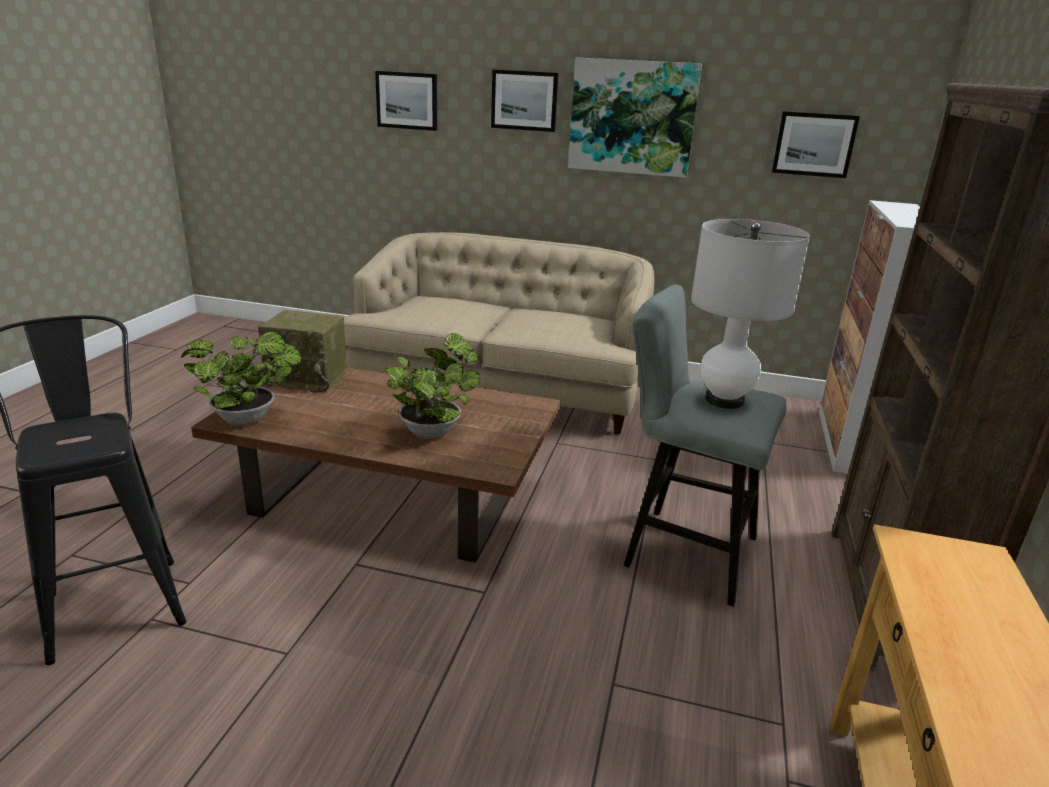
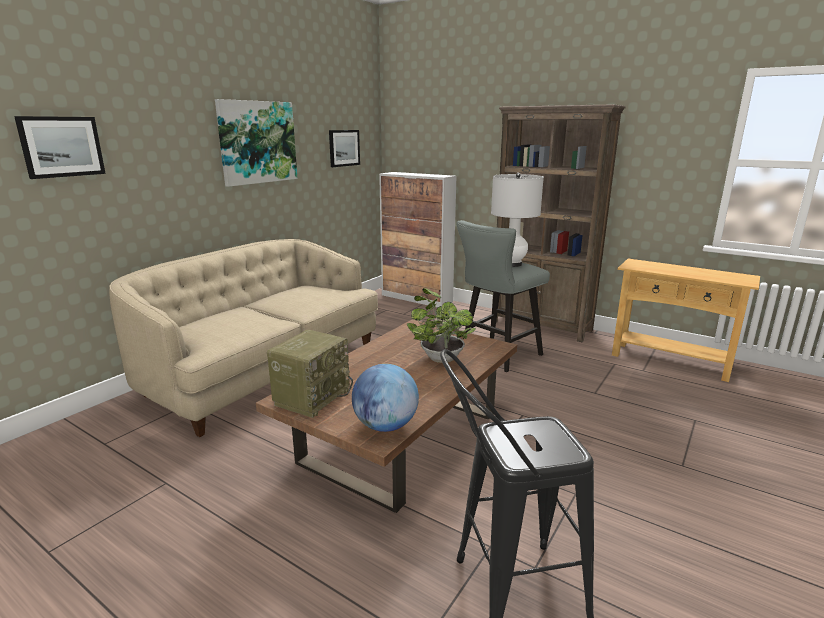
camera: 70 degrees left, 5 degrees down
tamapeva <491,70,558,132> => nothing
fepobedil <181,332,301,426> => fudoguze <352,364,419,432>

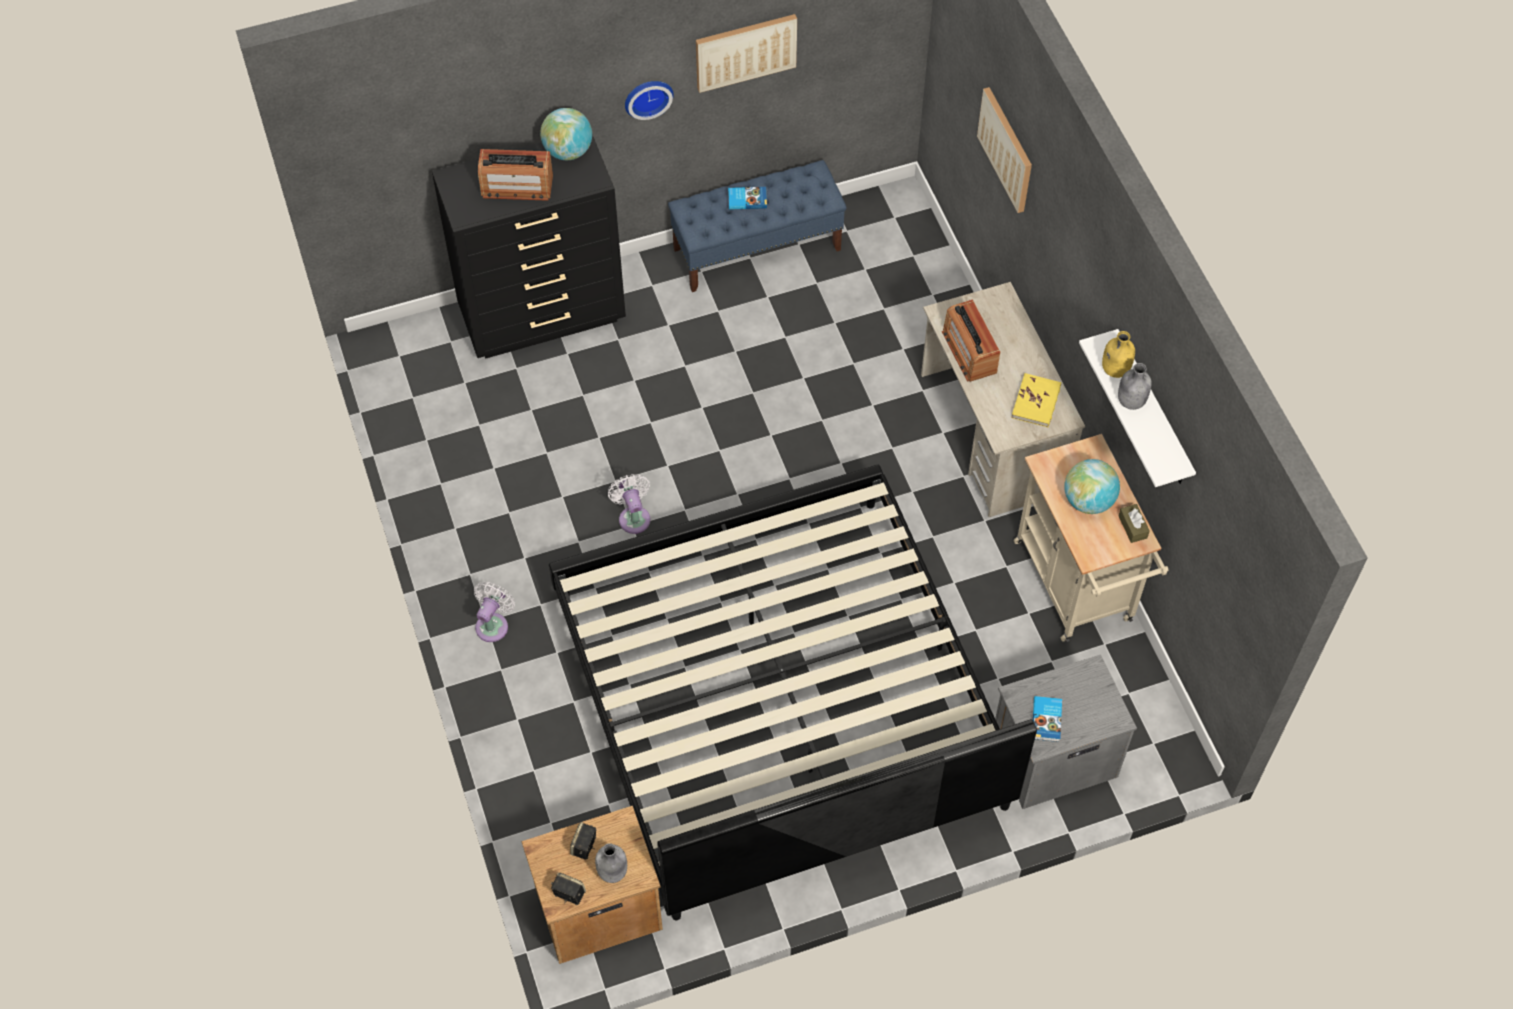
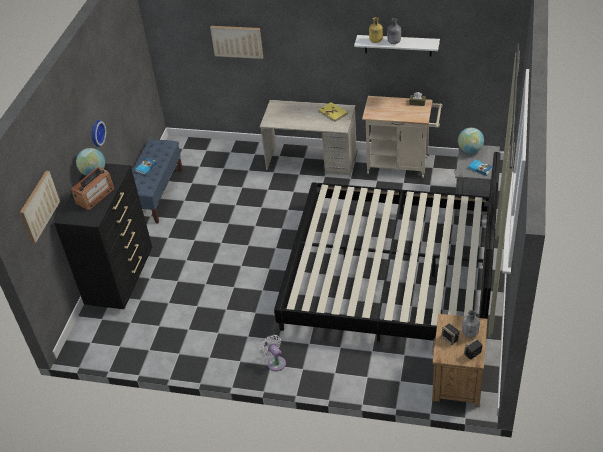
camera: 55 degrees left, 15 degrees down
tamapeva <696,14,797,93> => tamapeva <20,171,60,243>, move
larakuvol <942,300,1000,382> => nothing
fudoguze <1064,459,1120,514> => fudoguze <458,128,484,154>, move
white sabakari <608,474,651,534> => nothing

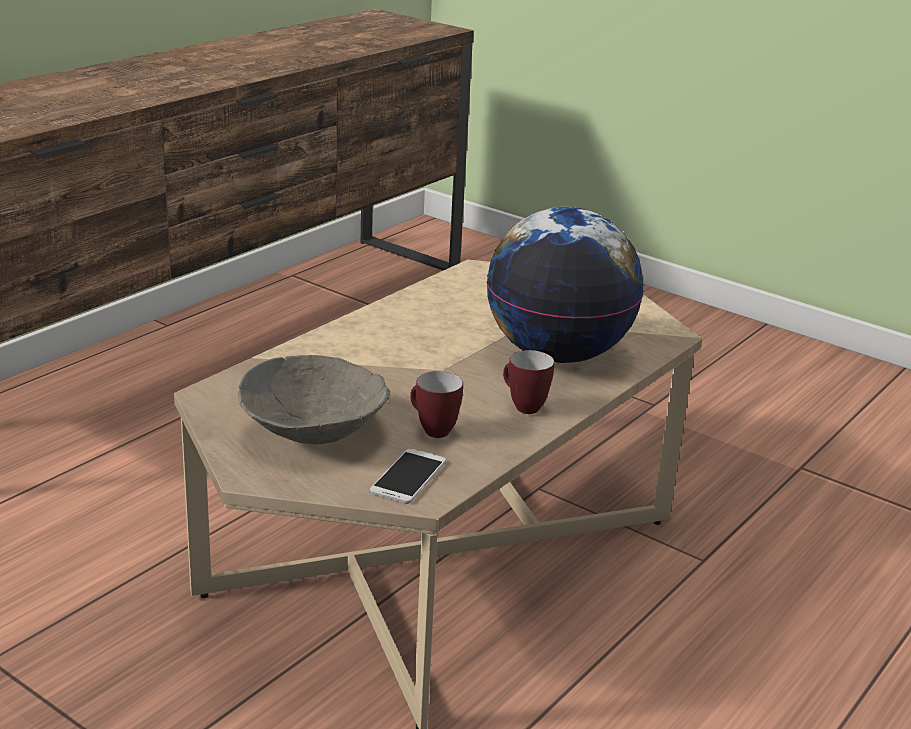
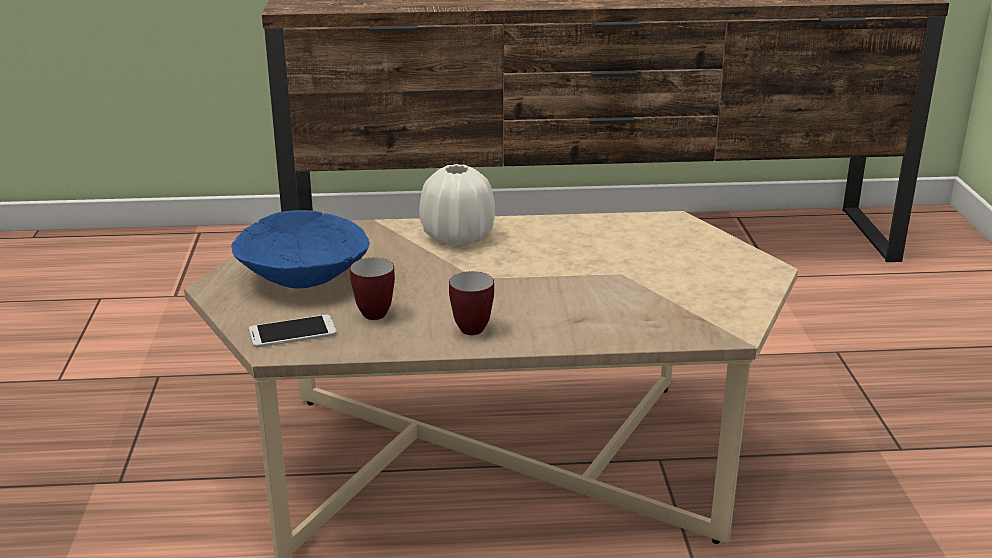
camera: 50 degrees right, 0 degrees up
fudoguze <486,207,644,363> => nothing
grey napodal <238,355,390,445> => blue napodal <231,210,369,289>
nothing => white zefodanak <419,164,495,246>

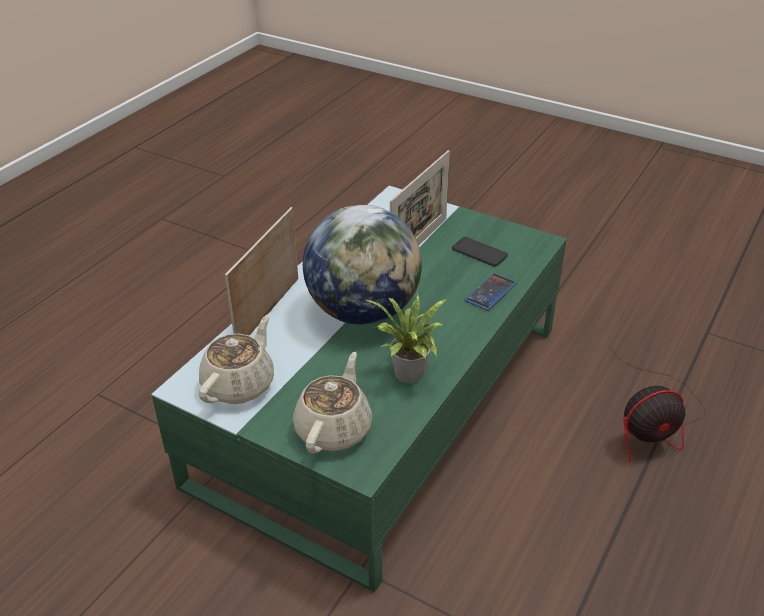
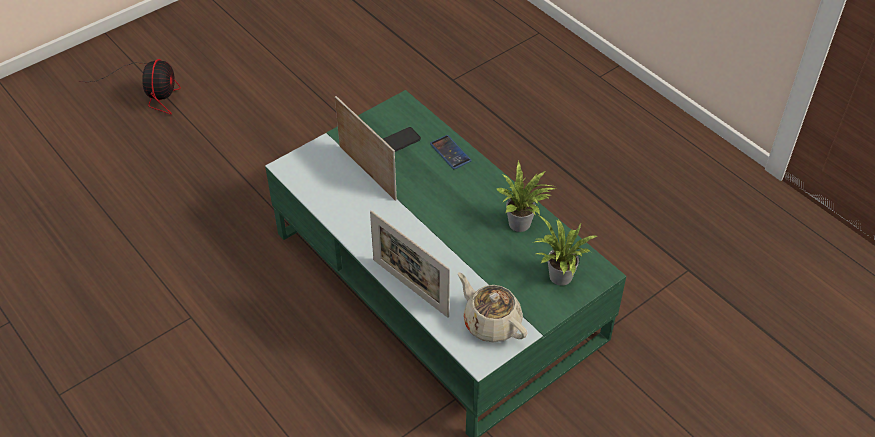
camera: 70 degrees left, 10 degrees up
fudoguze <303,205,422,325> => nothing
sabakari <610,348,706,462> => sabakari <78,59,181,114>, move
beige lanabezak <293,352,372,453> => fepobedil <535,215,597,286>

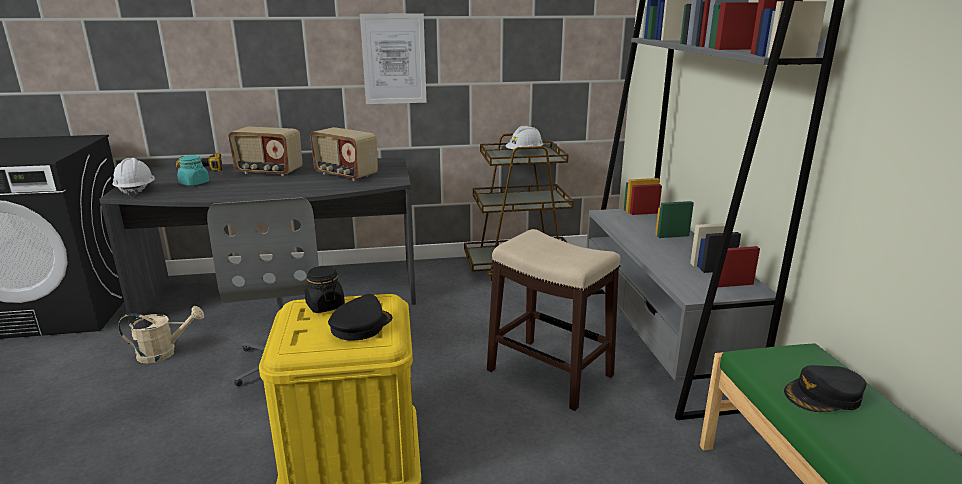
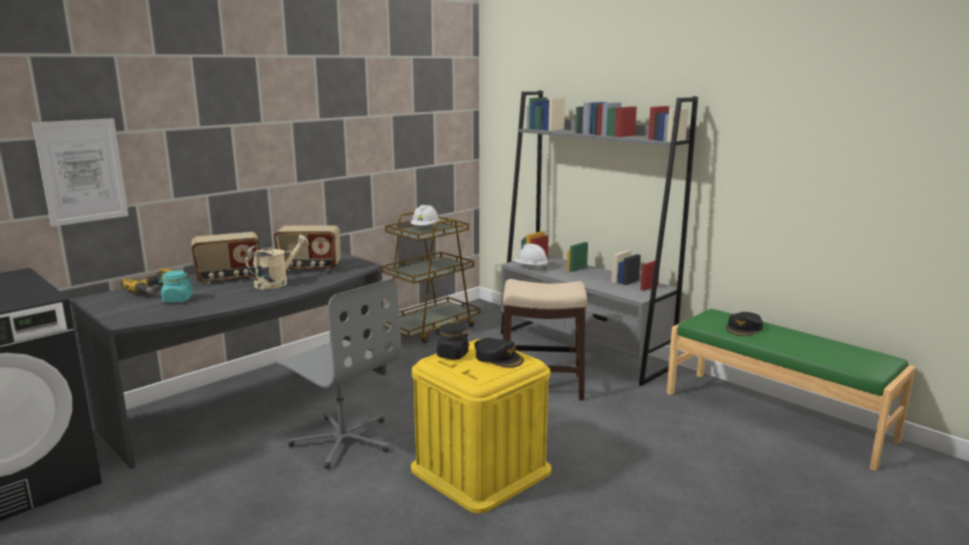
camera: 35 degrees left, 5 degrees down
tamapeva <360,13,427,104> => tamapeva <32,118,129,227>, move
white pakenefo <113,158,155,197> => white pakenefo <513,244,548,270>, move
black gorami <328,294,393,340> => black gorami <474,338,524,368>, 135 degrees clockwise
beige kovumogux <118,306,204,363> => beige kovumogux <245,235,309,289>, move

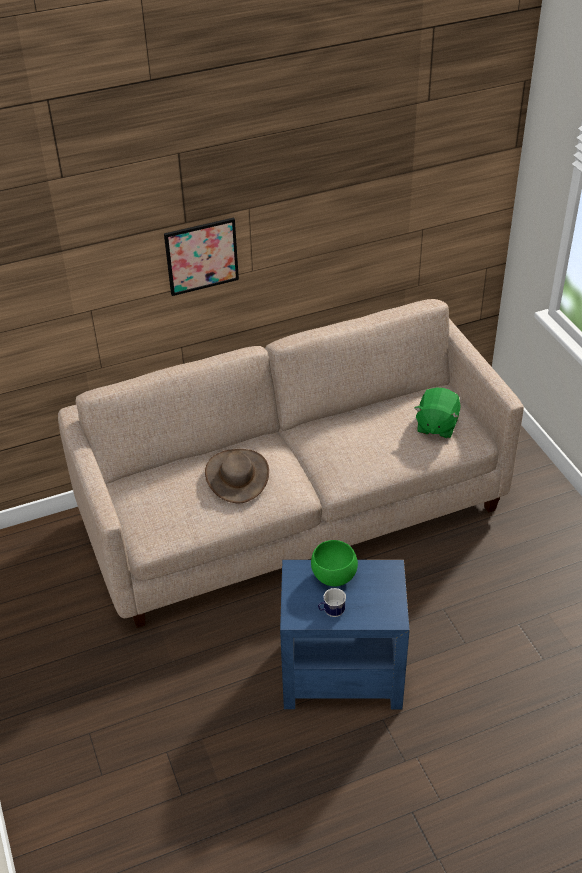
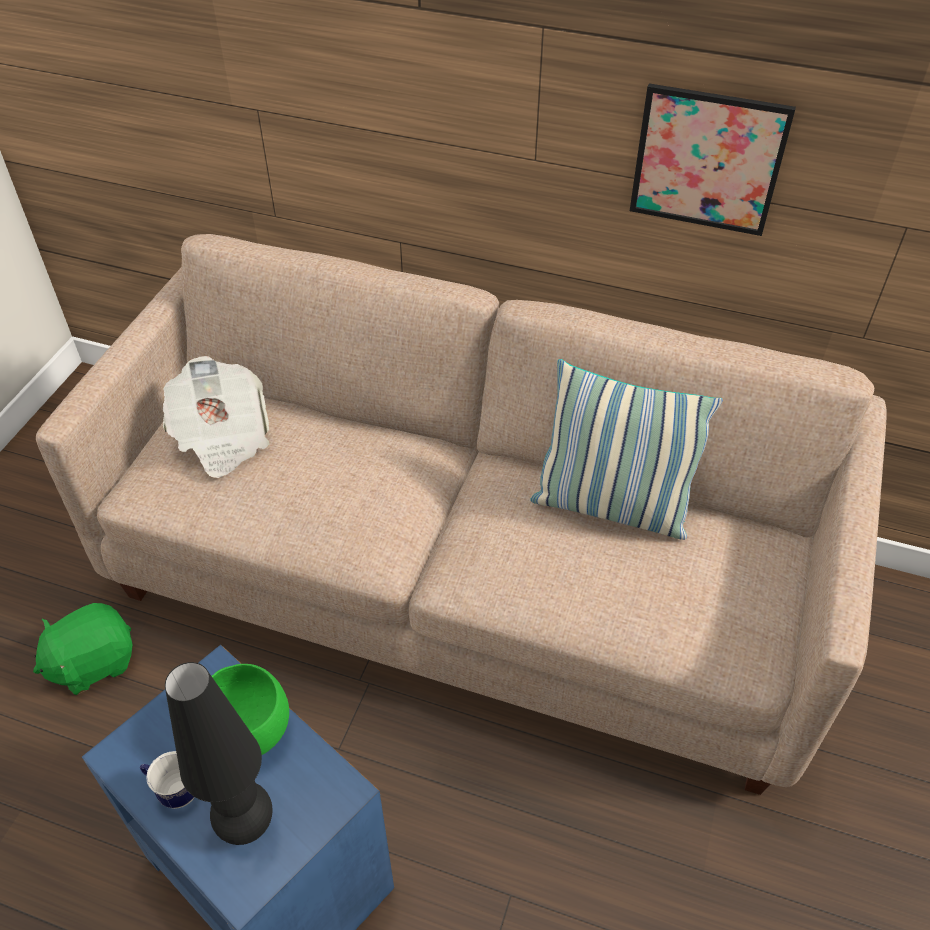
camera: 40 degrees right, 5 degrees up
tamapeva <164,218,239,296> => tamapeva <630,83,796,236>, move
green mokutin <414,388,461,438> => green mokutin <33,603,133,695>, move
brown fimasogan <205,449,269,503> => nothing
nothing => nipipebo <162,356,270,478>
nothing => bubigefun <530,359,723,540>
nothing => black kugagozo <165,662,273,845>

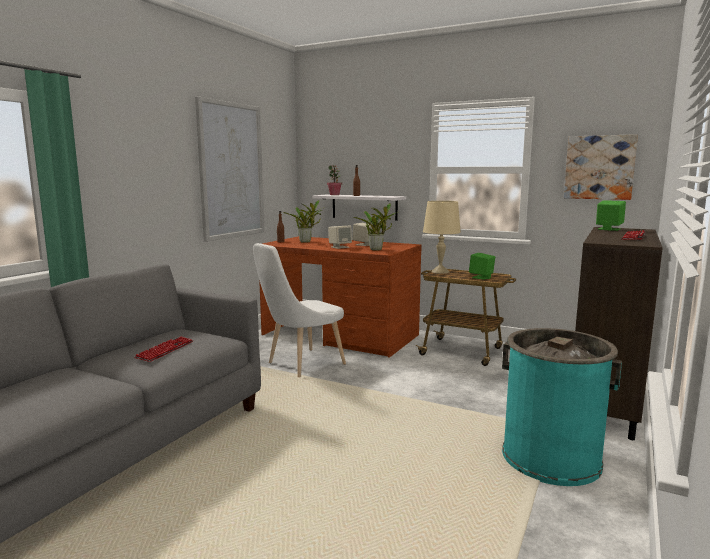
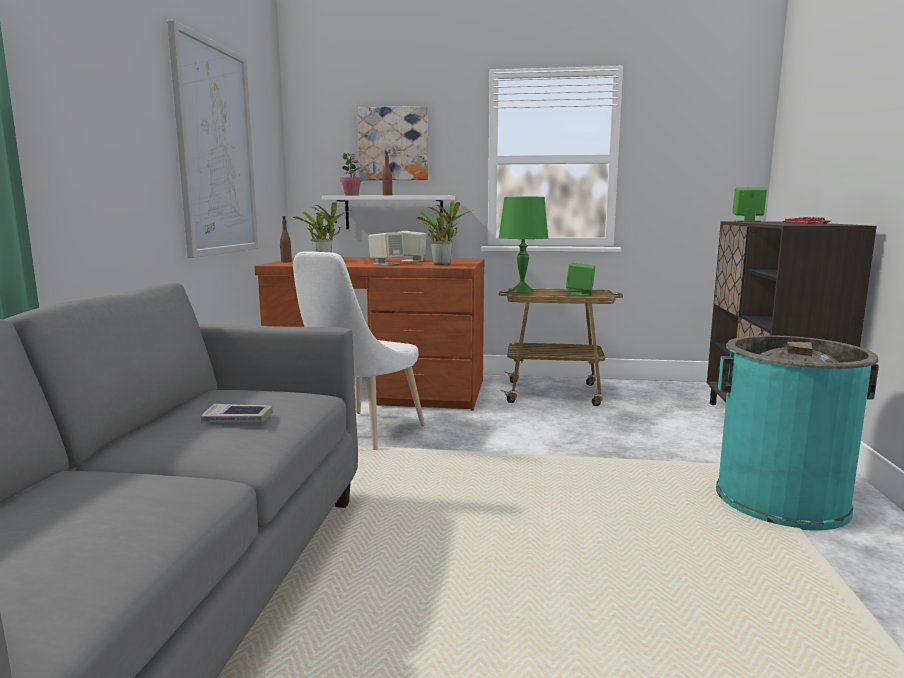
camera: 20 degrees left, 0 degrees up
tamapeva <564,134,638,200> => tamapeva <357,106,428,180>, move
beige kugagozo <423,201,461,274> => green kugagozo <499,197,548,293>
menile <135,337,193,362> => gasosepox <201,404,273,423>

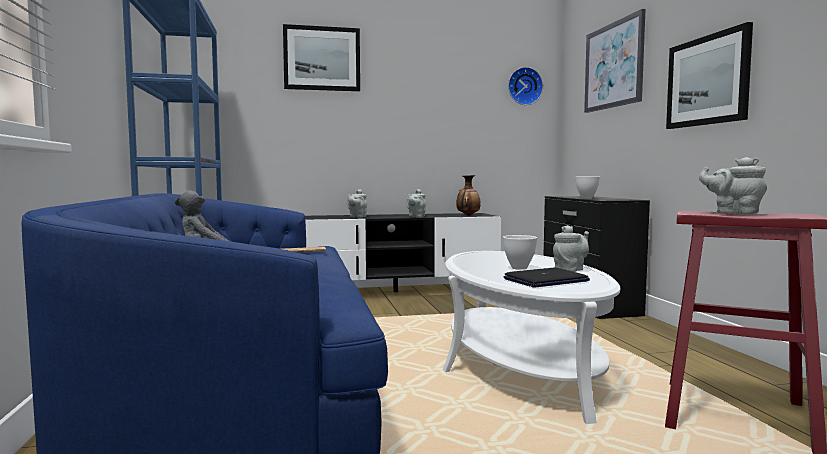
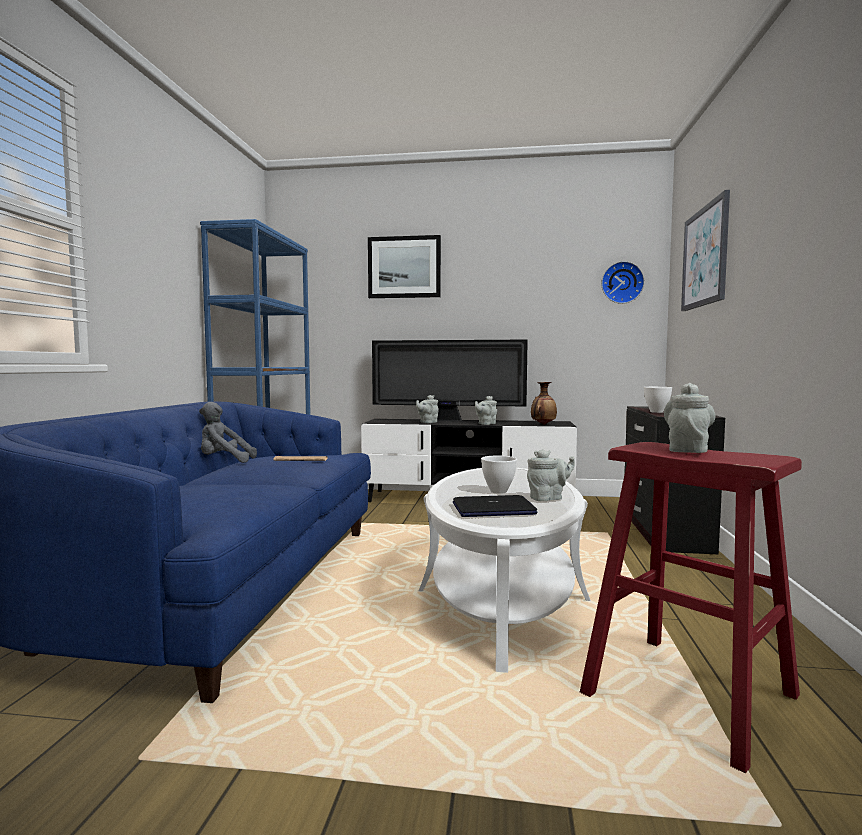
camera: 20 degrees right, 0 degrees up
tamapeva <666,22,753,129> => nothing
grey lanabezak <699,157,767,214> => grey lanabezak <664,383,715,453>, 60 degrees clockwise
nothing => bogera <372,340,528,421>

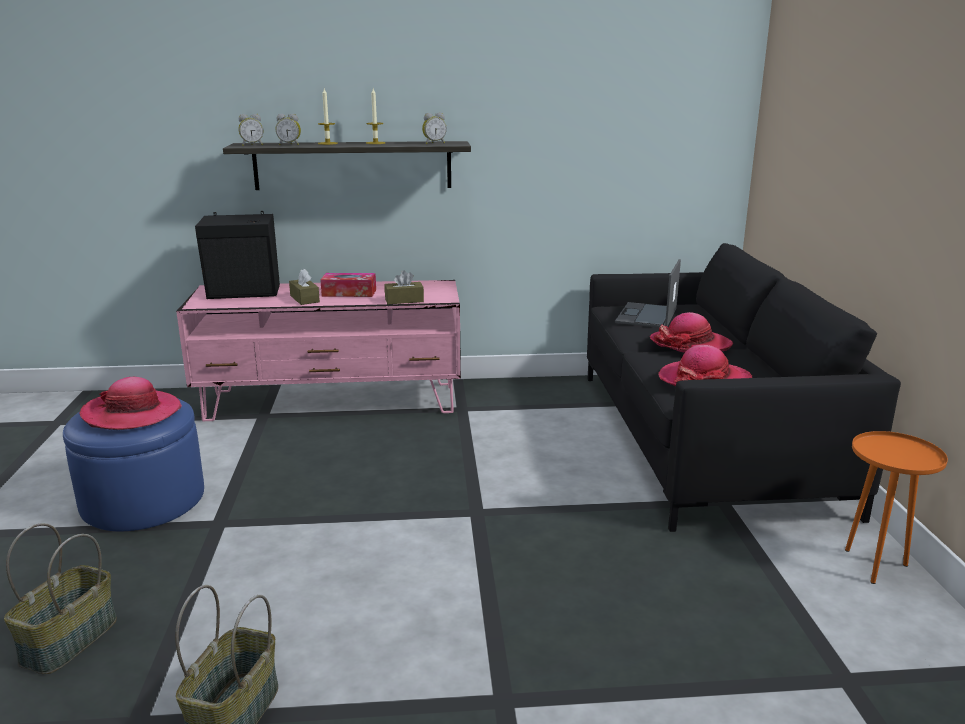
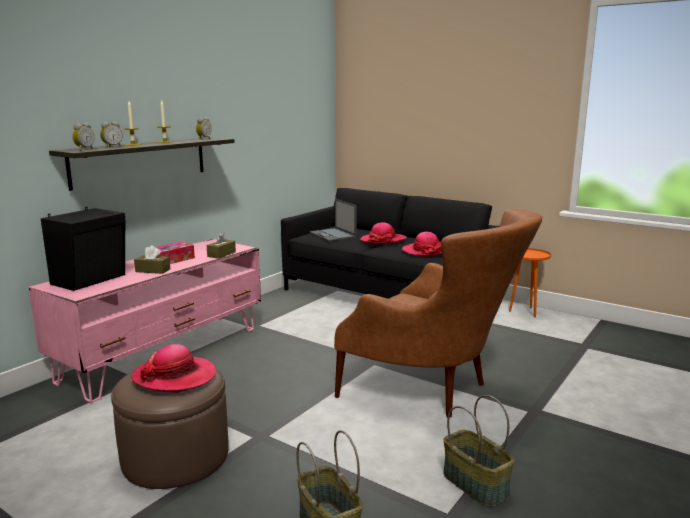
camera: 50 degrees left, 5 degrees down
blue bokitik <63,399,204,531> => brown bokitik <111,369,229,489>
nothing => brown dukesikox <334,209,542,417>

